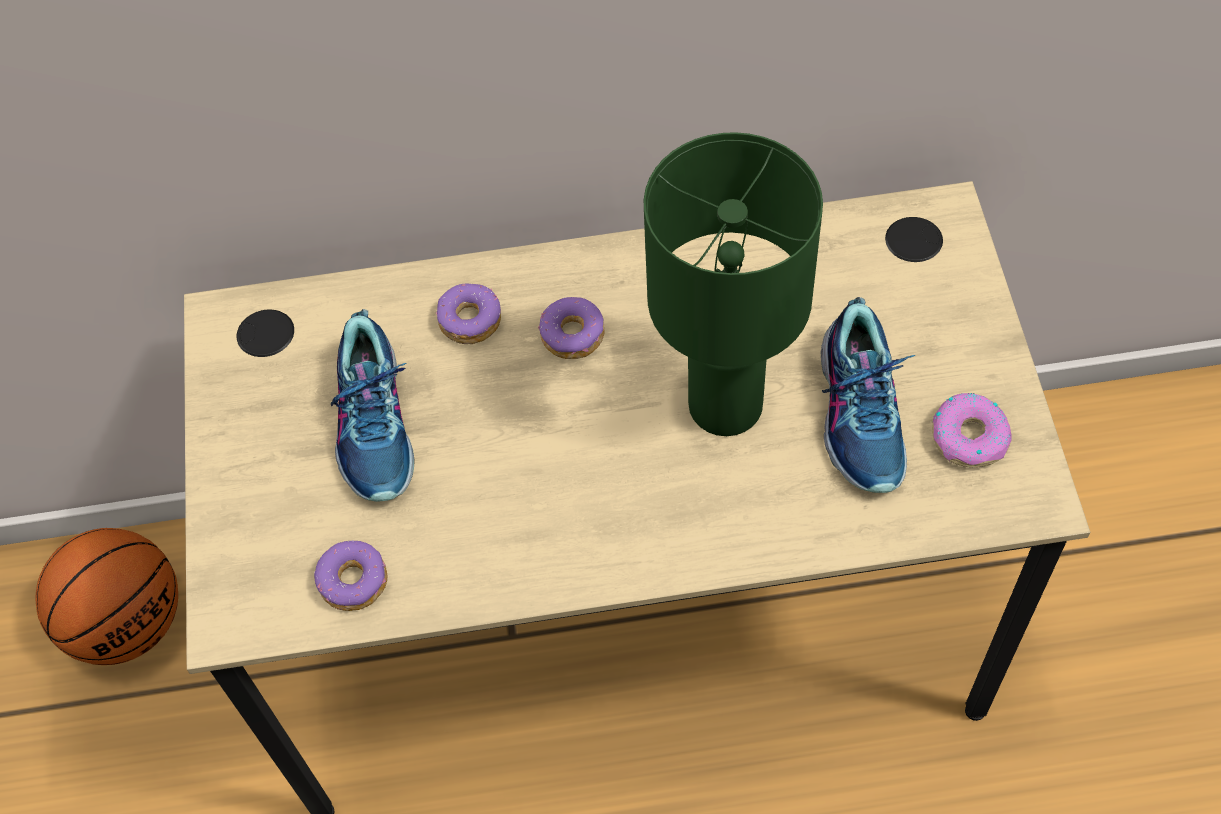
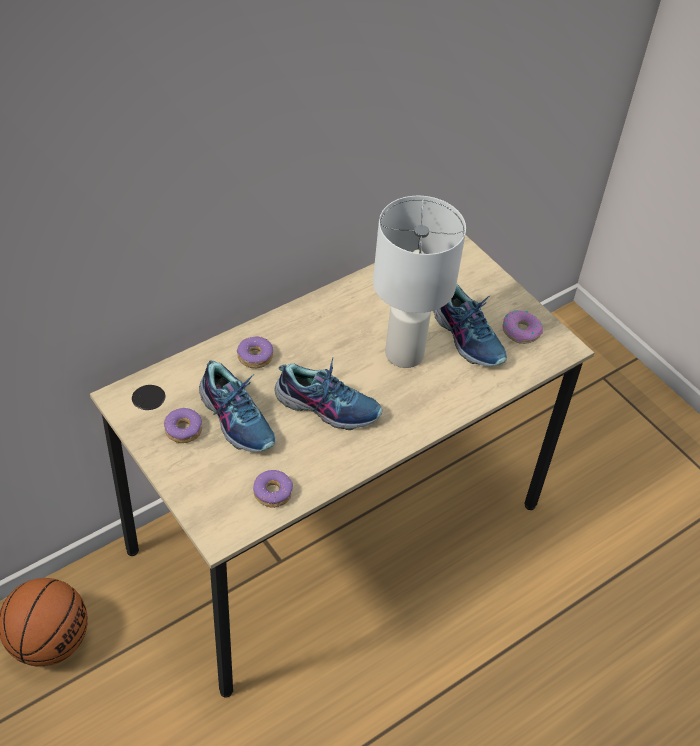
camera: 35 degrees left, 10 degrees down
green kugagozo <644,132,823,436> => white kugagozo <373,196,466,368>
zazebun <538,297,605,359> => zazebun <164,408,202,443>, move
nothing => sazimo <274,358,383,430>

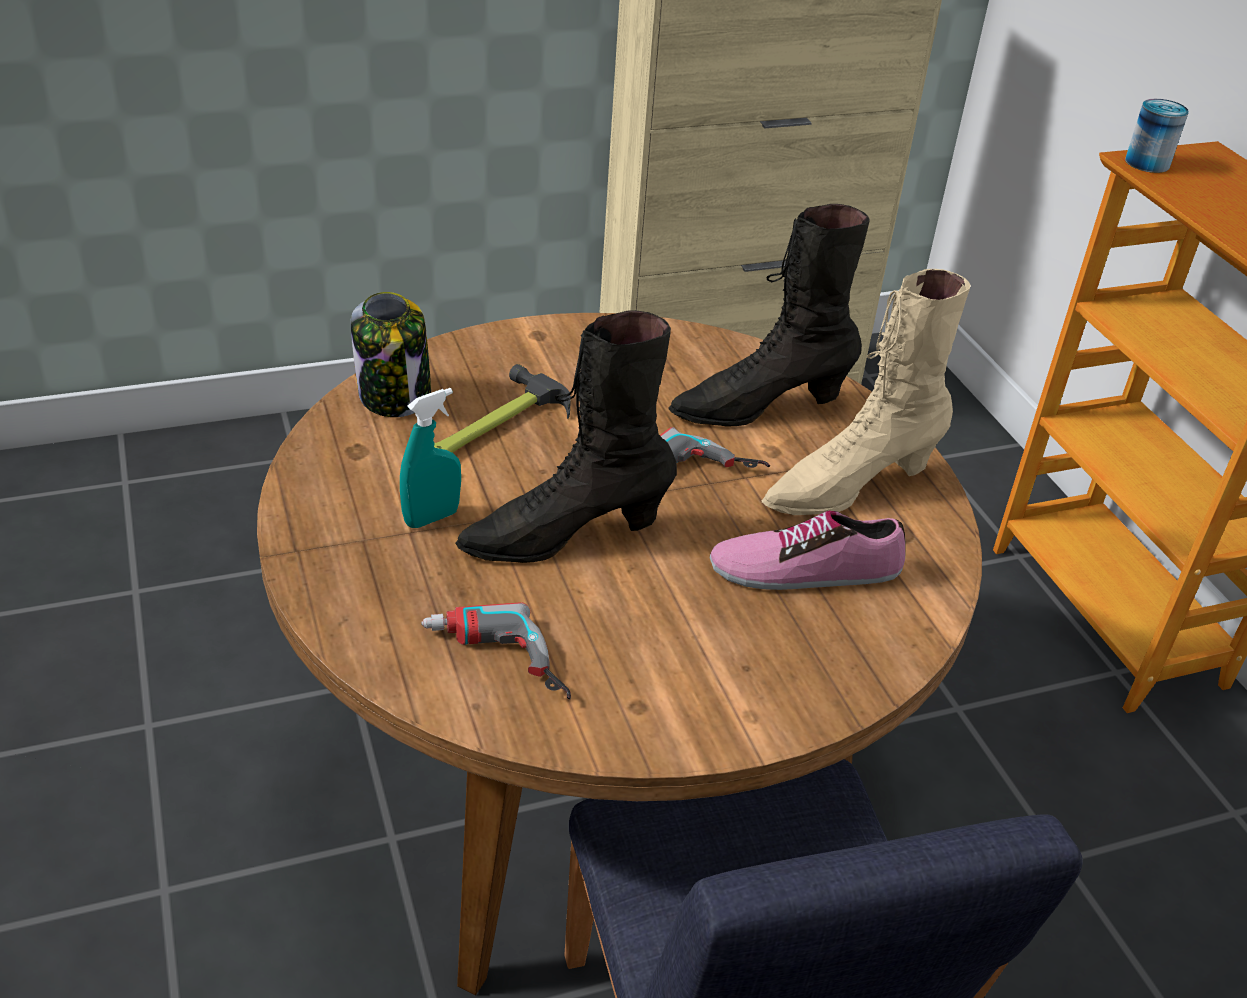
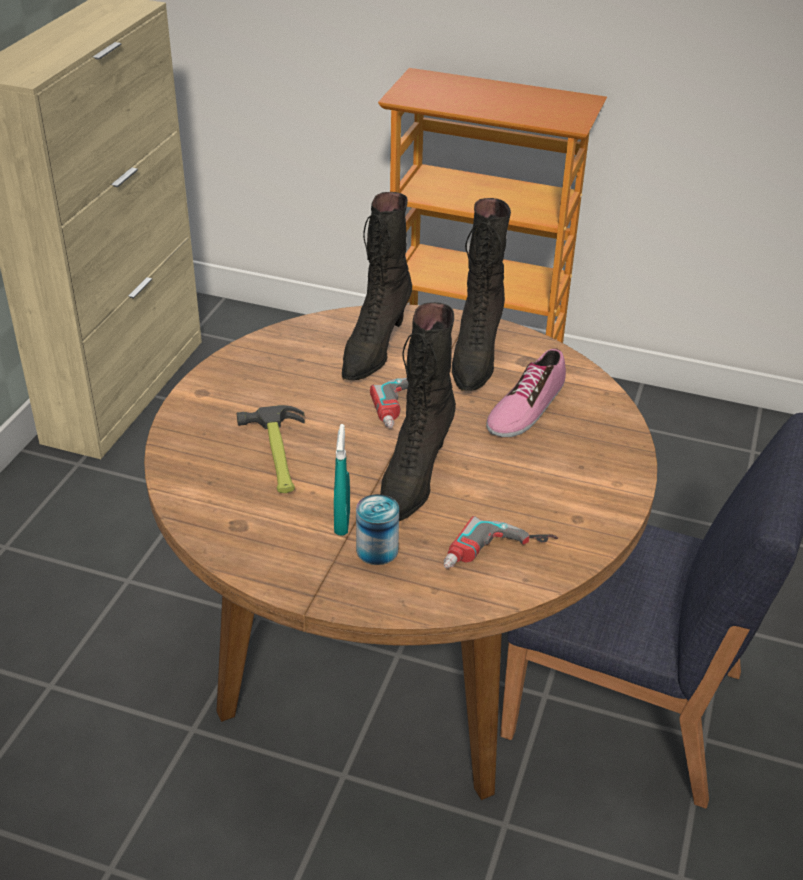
camera: 50 degrees left, 0 degrees up
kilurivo <1125,99,1189,173> => kilurivo <356,494,399,565>, move
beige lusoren <761,269,971,515> => black lusoren <452,198,511,391>
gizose <350,292,431,417> => nothing

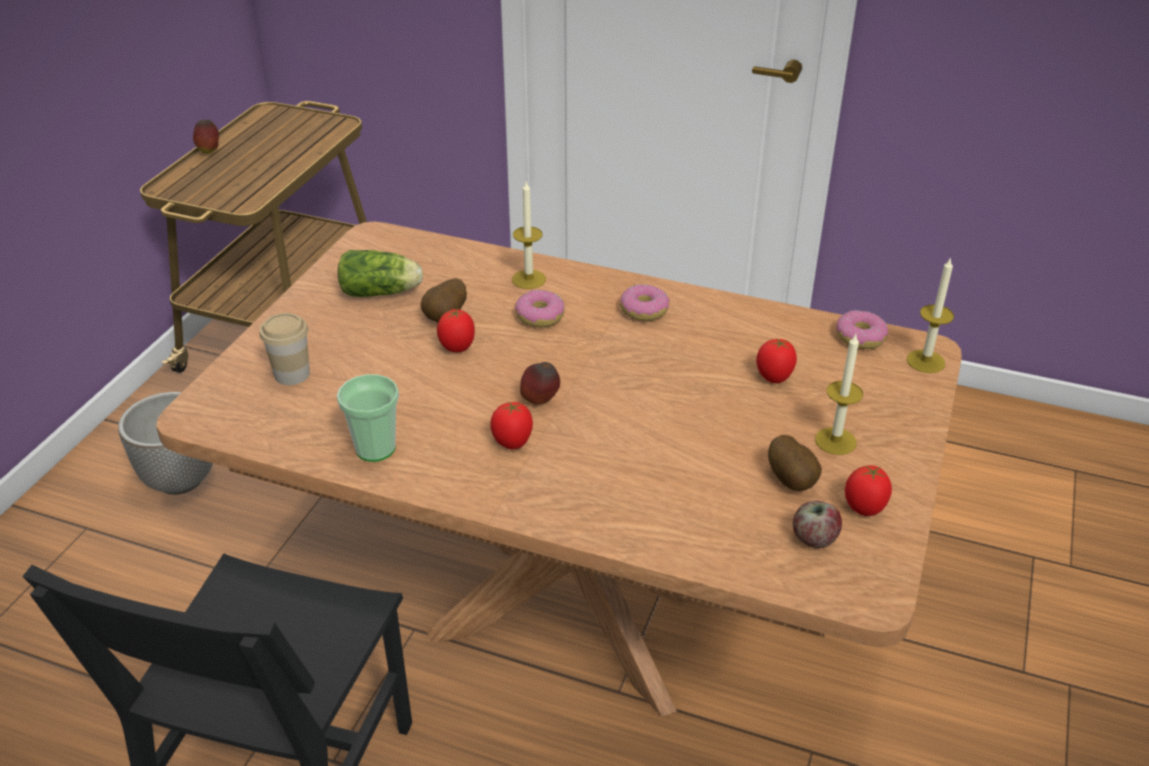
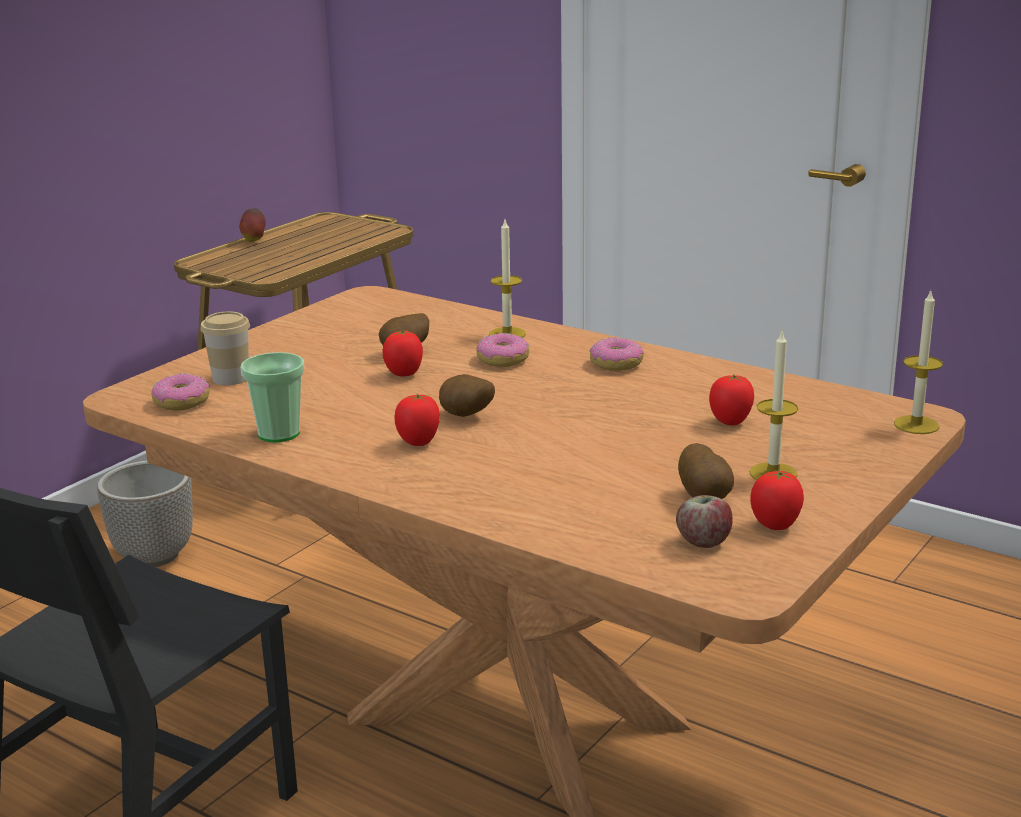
camera: 15 degrees right, 15 degrees down
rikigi <338,250,423,297> => nothing
zazebun <836,310,888,349> => zazebun <151,373,209,411>, move
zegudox <520,362,560,405> => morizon <439,374,495,417>

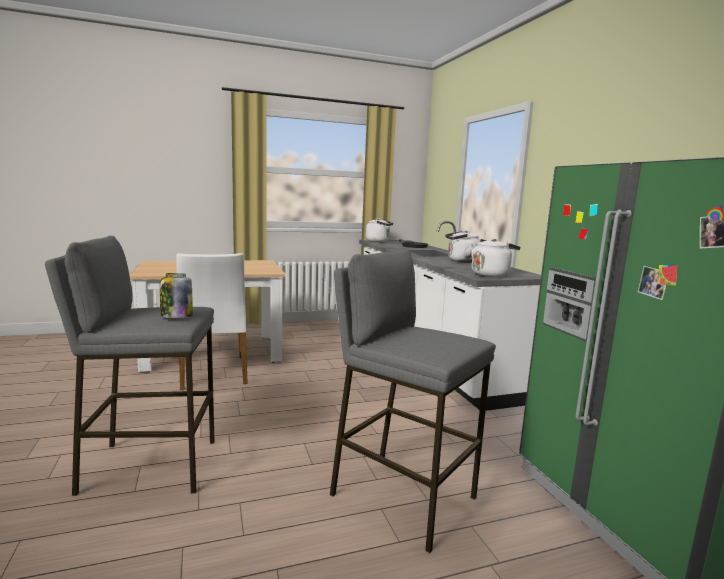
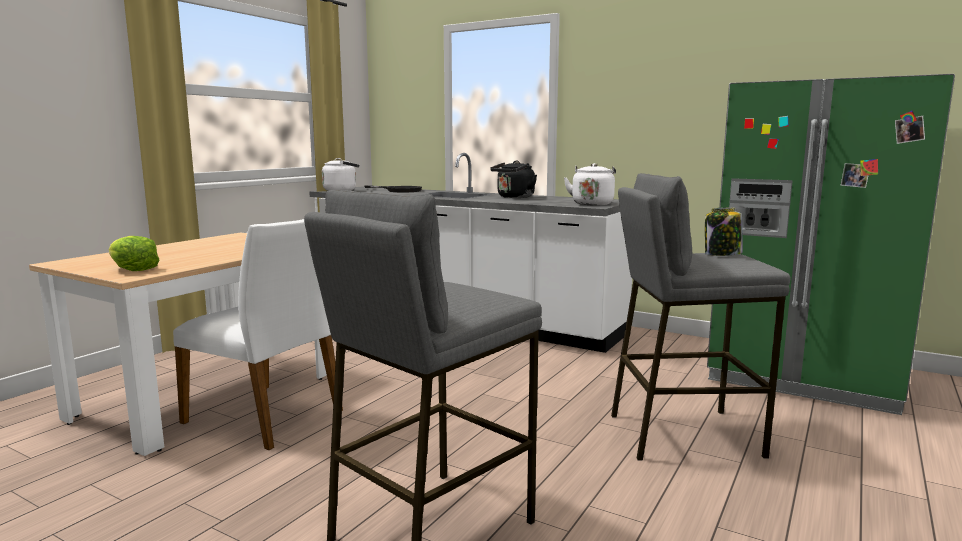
camera: 40 degrees left, 0 degrees up
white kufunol <445,230,480,262> => black kufunol <490,161,537,198>
gizose <160,273,193,318> => gizose <705,207,743,256>, move
nothing => rikigi <109,236,159,271>

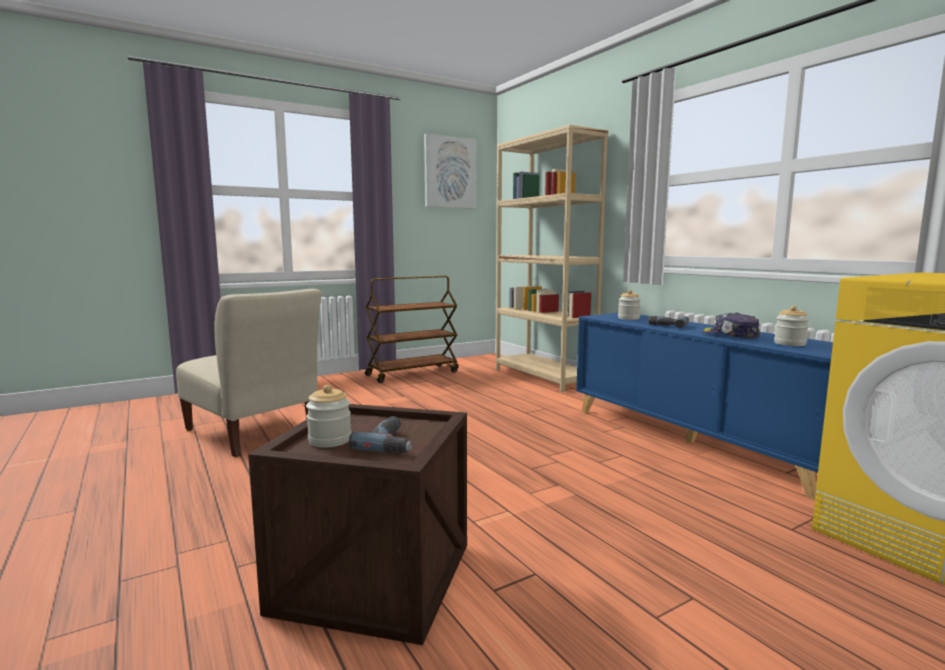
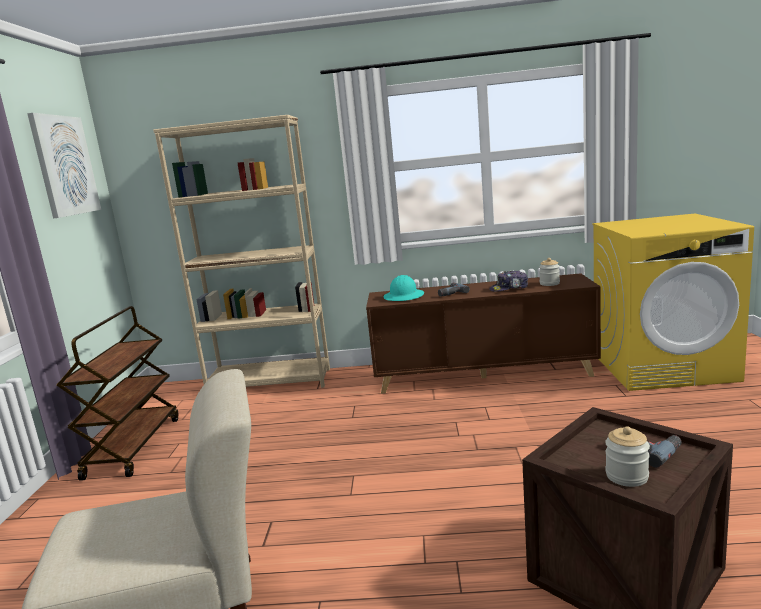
camera: 55 degrees left, 5 degrees up
gizose <618,290,641,320> => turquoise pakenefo <383,275,424,301>
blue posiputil <576,313,833,499> => brown posiputil <366,273,601,394>

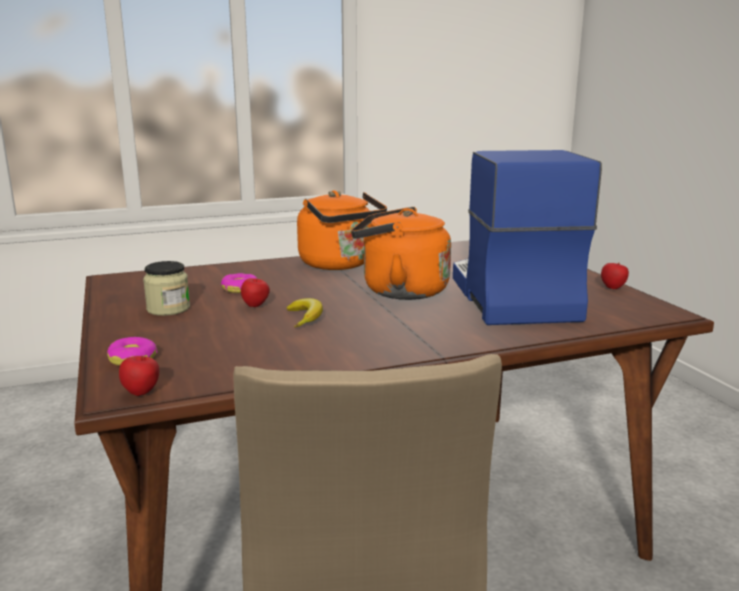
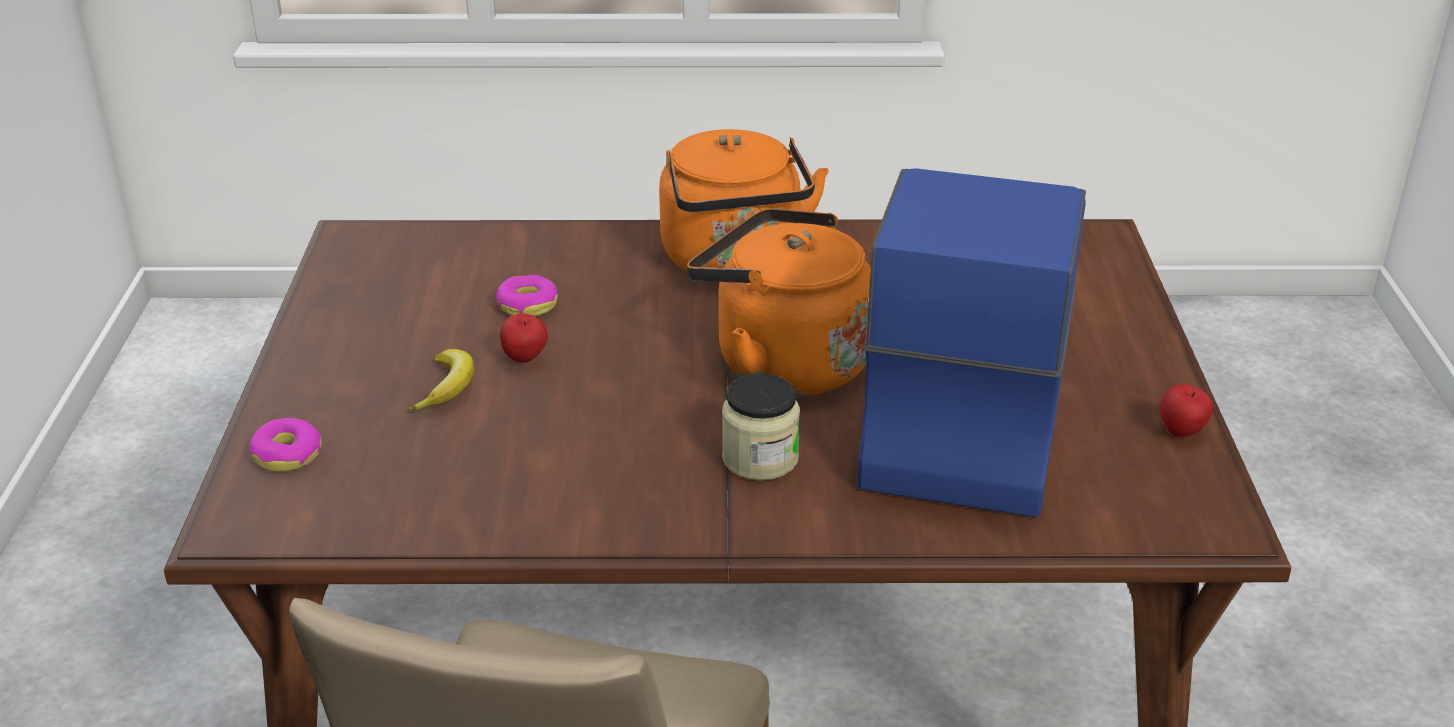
camera: 20 degrees right, 15 degrees up
gizose <143,261,190,316> => gizose <722,373,800,481>, move
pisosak <286,298,323,328> => pisosak <409,349,475,411>, move
zegudox <119,356,159,396> => nothing

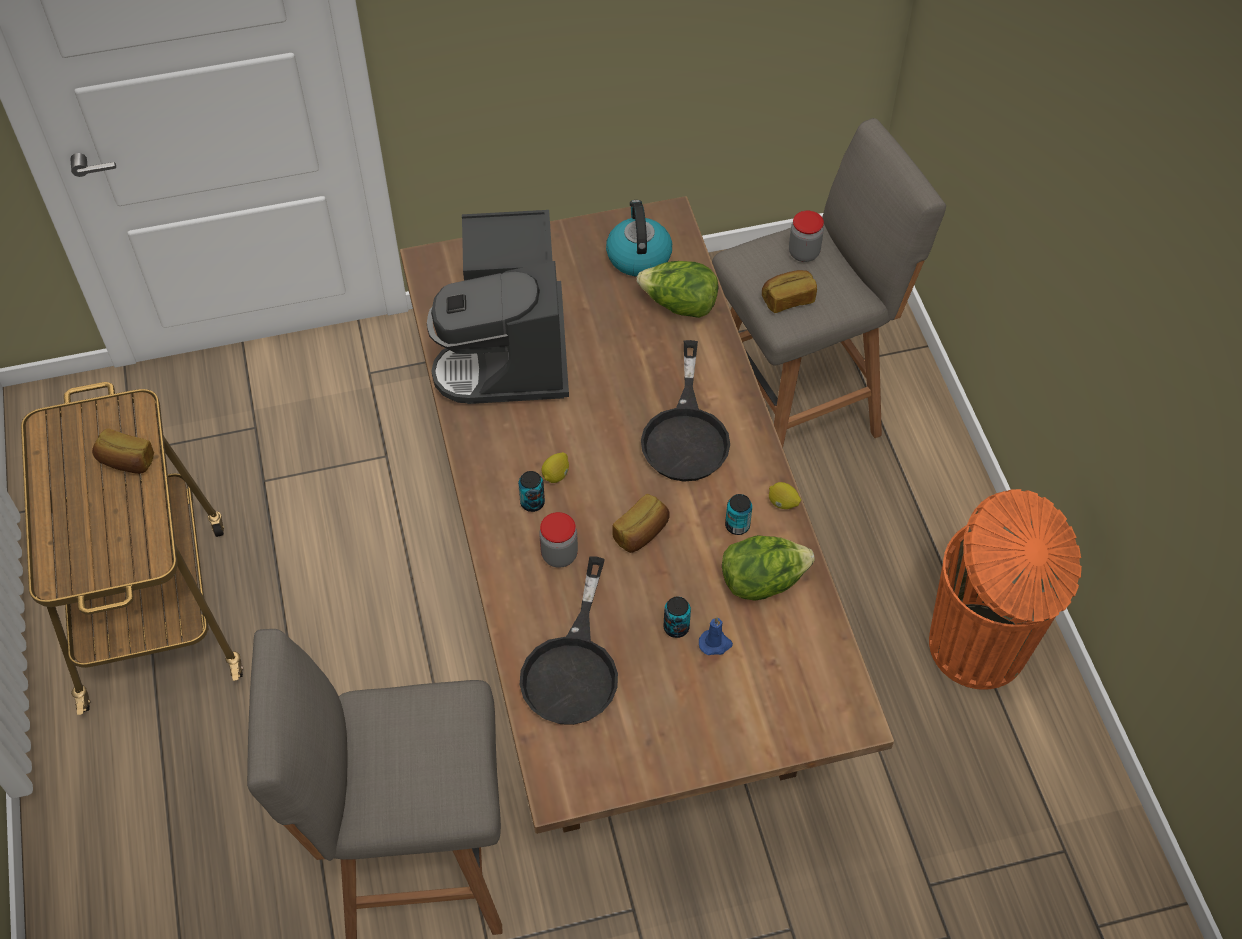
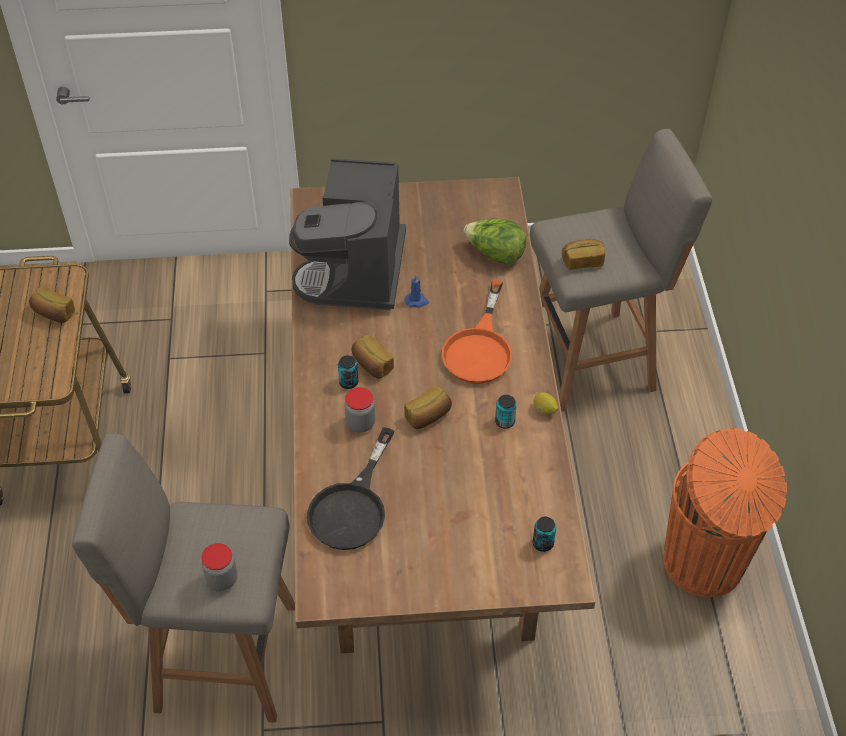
camera: 10 degrees right, 5 degrees down
kufunol <606,200,672,276> => nothing
gizose <789,211,824,262> => gizose <201,543,237,591>, move
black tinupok <641,340,730,482> => orange tinupok <441,280,512,384>
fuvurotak <542,452,569,483> => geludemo <351,334,394,379>
rikigi <722,535,815,601> => nothing
kilurivo <664,596,691,638> => kilurivo <533,517,556,552>, move
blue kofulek <699,617,733,655> => blue kofulek <405,274,429,308>, move

